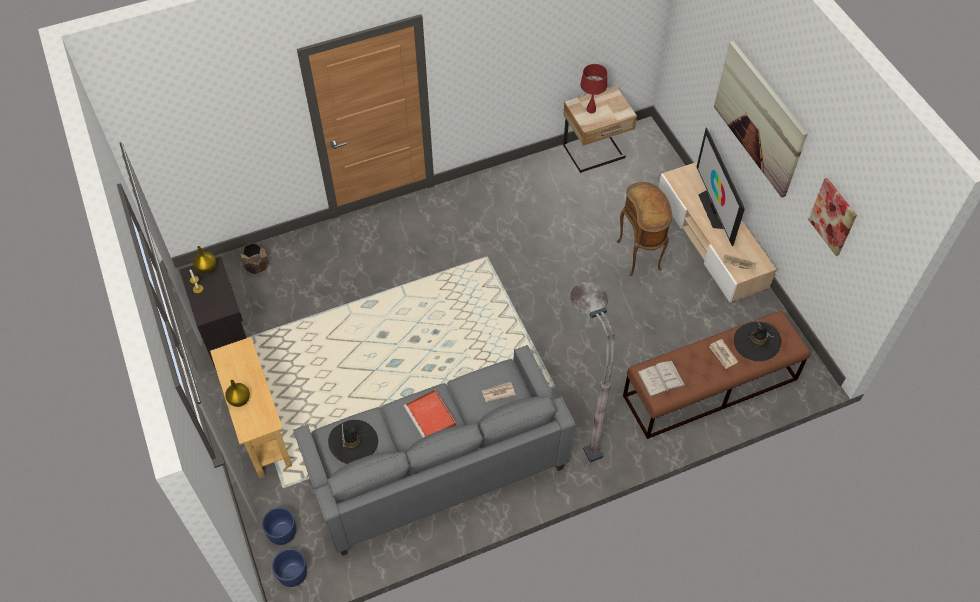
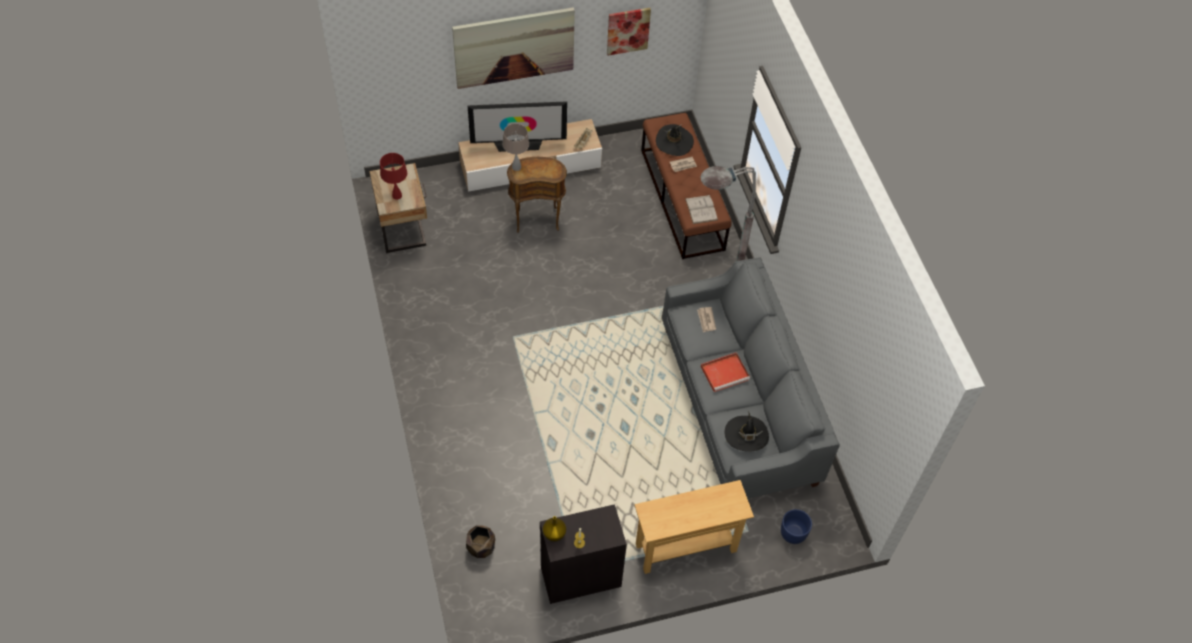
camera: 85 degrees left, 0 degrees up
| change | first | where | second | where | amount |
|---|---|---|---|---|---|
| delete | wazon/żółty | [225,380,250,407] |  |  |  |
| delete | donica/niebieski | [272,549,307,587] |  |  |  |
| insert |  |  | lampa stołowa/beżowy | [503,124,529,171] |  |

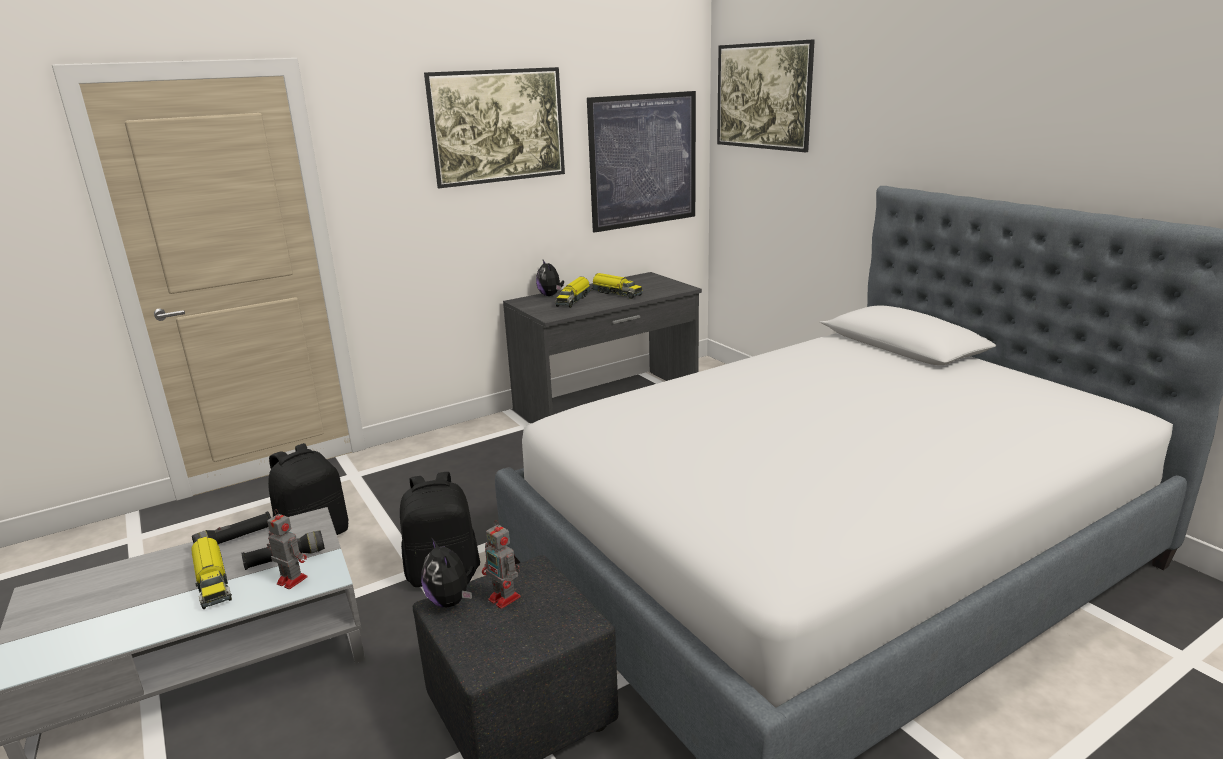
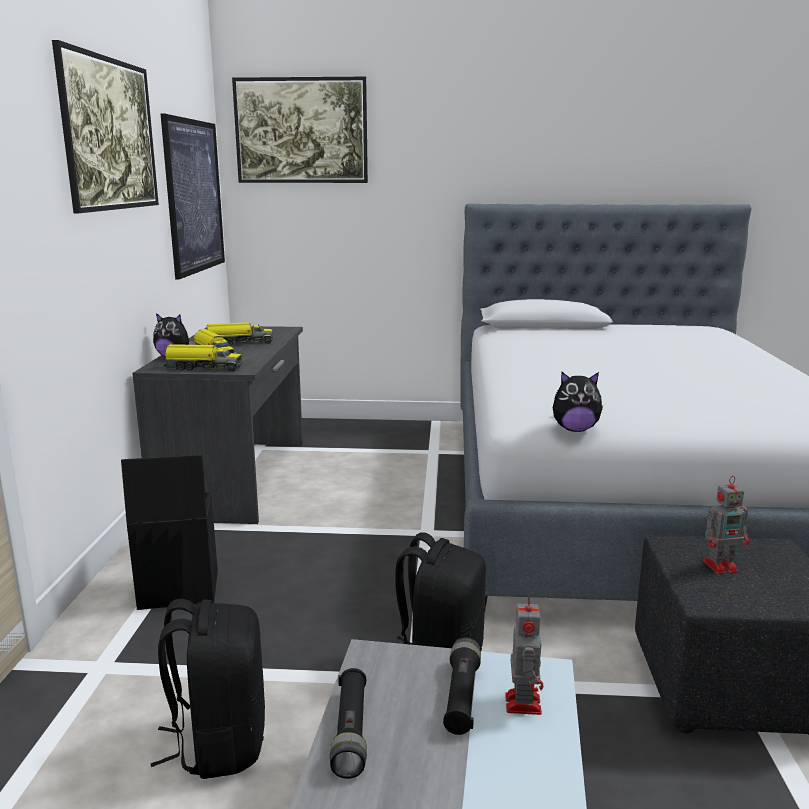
camera: 55 degrees left, 5 degrees down
| change | first | where | second | where | amount |
|---|---|---|---|---|---|
| move | ciężarówka zabawkowa | [191,536,232,609] |  | [163,344,242,371] |  |
| rotate | robot zabawkowy | [267,509,308,589] |  | [505,595,543,715] | 120 degrees clockwise |
| move | pluszak | [421,537,474,607] |  | [553,372,603,432] |  |
| insert |  |  | pojemnik do przechowywania/czarny | [121,454,218,610] |  |

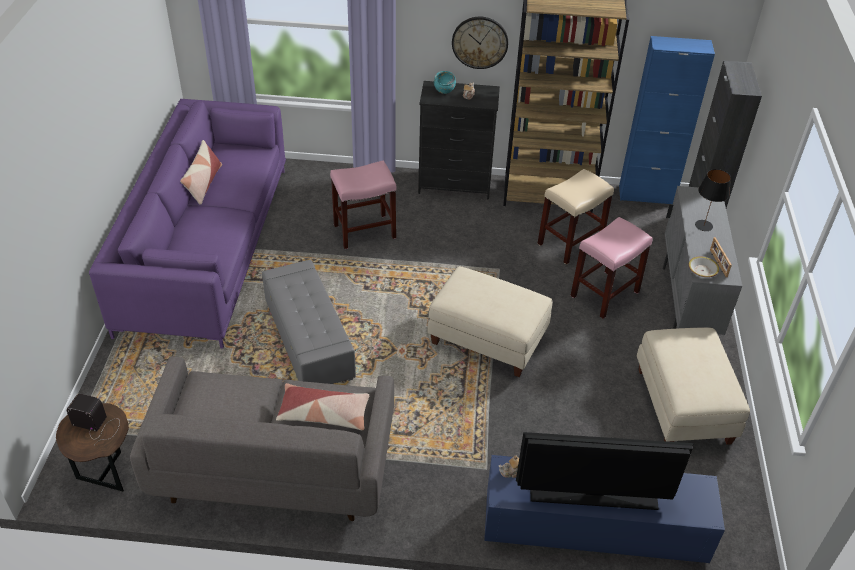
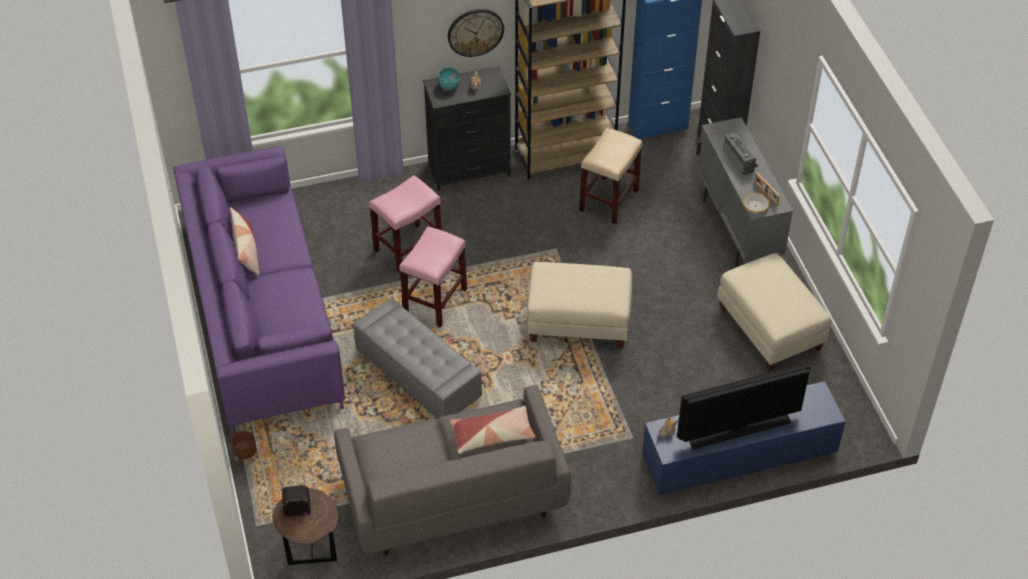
camera: 20 degrees left, 5 degrees up
| change | first | where | second | where | amount |
|---|---|---|---|---|---|
| move | stołek/różowy | [570,217,653,319] |  | [399,226,467,328] |  |
| replace | lampa stołowa/czarny | [695,169,731,231] | radio | [723,132,759,175] |  |
| insert |  |  | donica/brązowy | [231,430,258,467] |  |

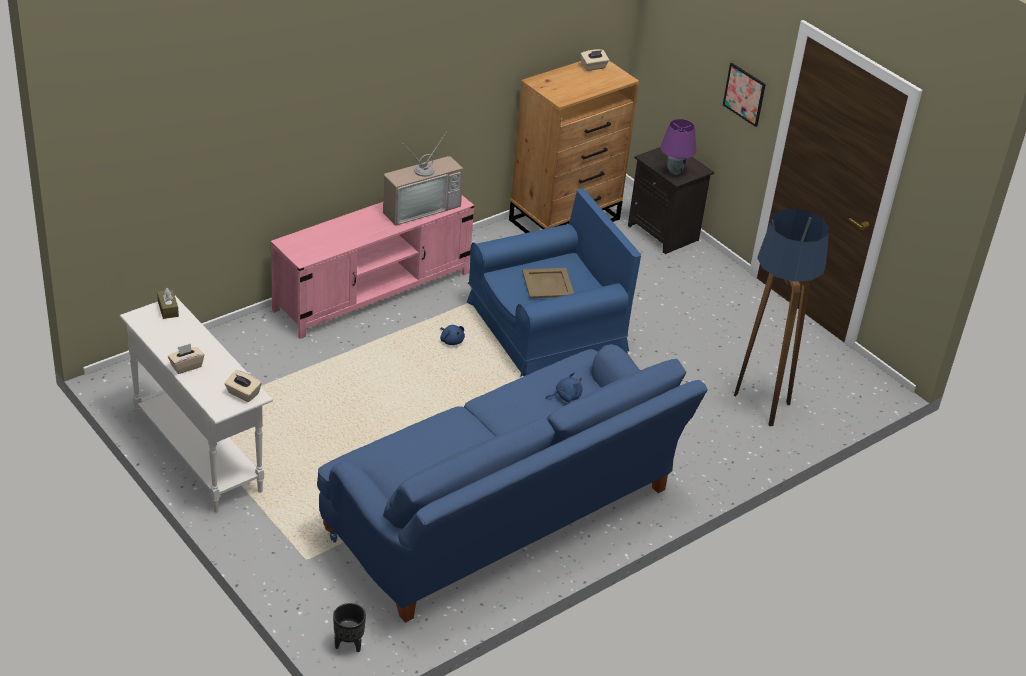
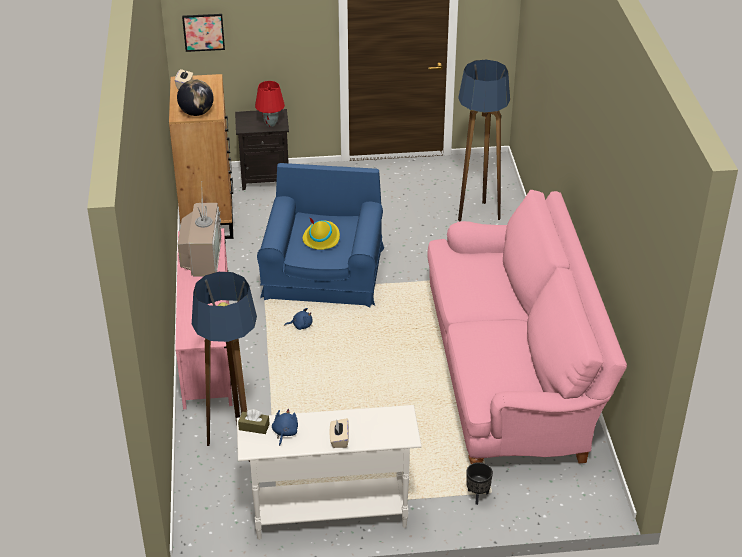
camera: 55 degrees left, 0 degrees up
| change | first | where | second | where | amount |
|---|---|---|---|---|---|
| delete | pudełko chusteczek/beżowy | [225,370,262,402] |  |  |  |
| recolor | kanapa/niebieski | [317,344,708,623] | kanapa/różowy | [427,190,627,464] |  |
| move | donica/czarny | [333,603,366,653] |  | [466,462,493,505] |  |
| replace | taca/beżowy | [522,268,574,298] | kapelusz/żółty | [303,217,340,250] |  |
| move | pluszak/niebieski | [546,372,582,402] |  | [272,409,298,446] |  |
| recolor | lampa stołowa/fioletowy | [660,119,696,175] | lampa stołowa/czerwony | [255,81,285,127] |  |
| move | obraz | [723,63,766,127] |  | [182,14,225,52] |  |
| insert |  |  | globus | [177,79,214,116] |  |
| insert |  |  | lampa stojąca | [192,272,257,462] |  |

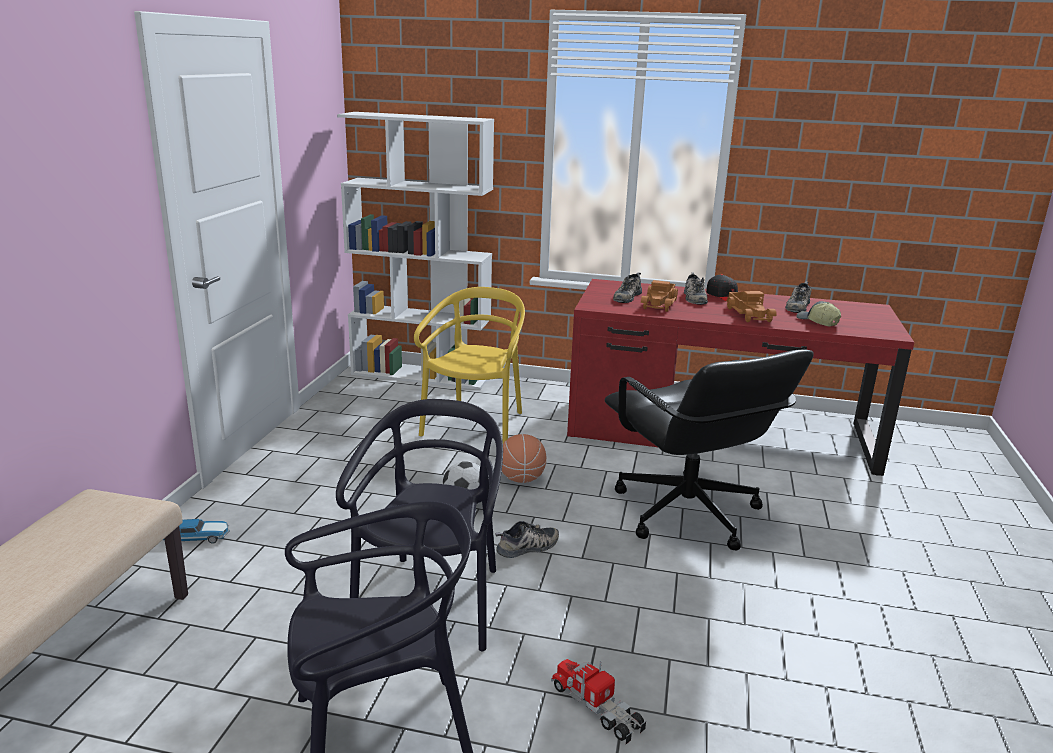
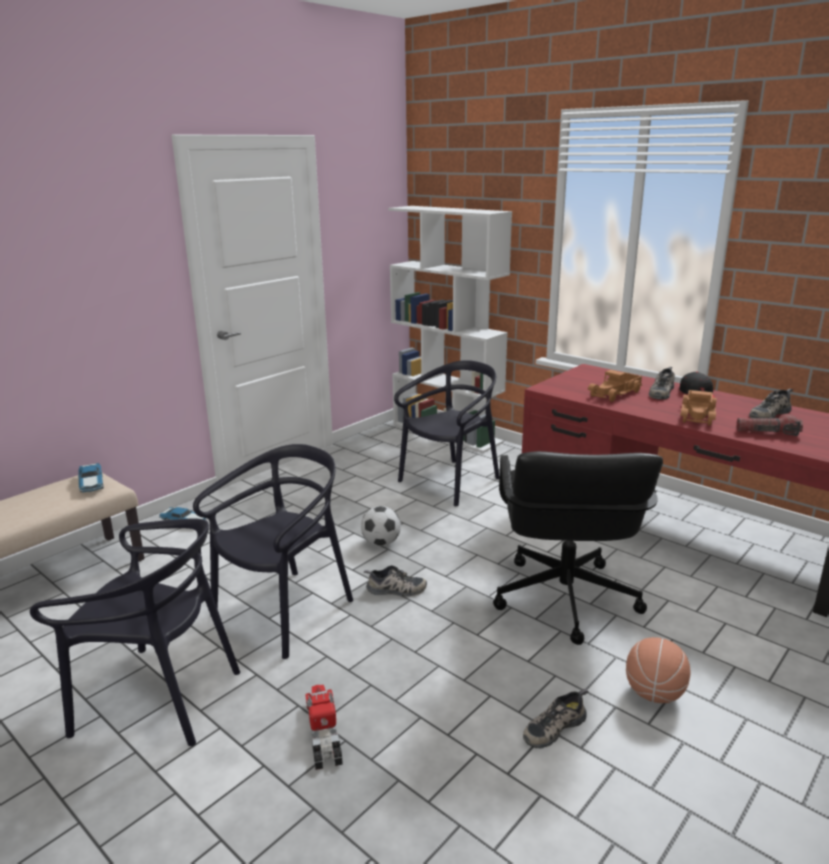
camera: 30 degrees right, 0 degrees up
| change | first | where | second | where | amount |
|---|---|---|---|---|---|
| recolor | krzesło/żółty | [414,287,525,443] | krzesło/czarny | [394,360,500,507] |  |
| move | piłka do koszykówki | [502,434,546,483] |  | [626,637,690,703] |  |
| move | but | [613,272,642,303] |  | [523,689,588,748] |  |
| replace | czapka z daszkiem | [796,301,841,327] | latarka | [736,414,803,436] |  |
| insert |  |  | samochodzik | [78,463,104,492] |  |

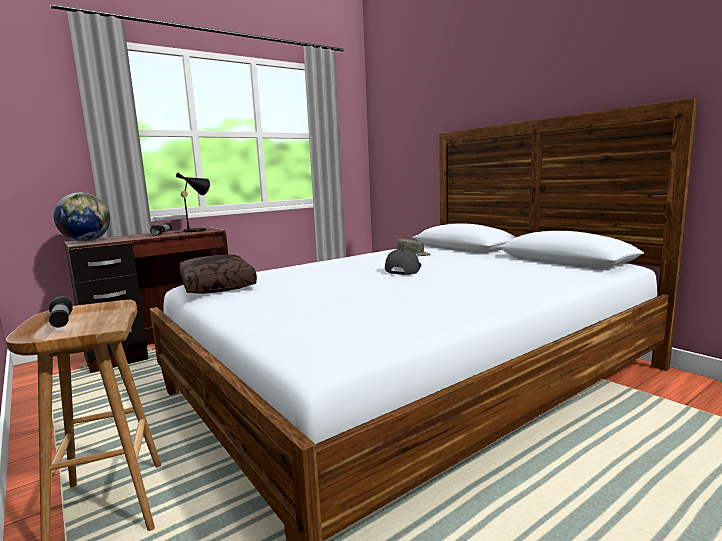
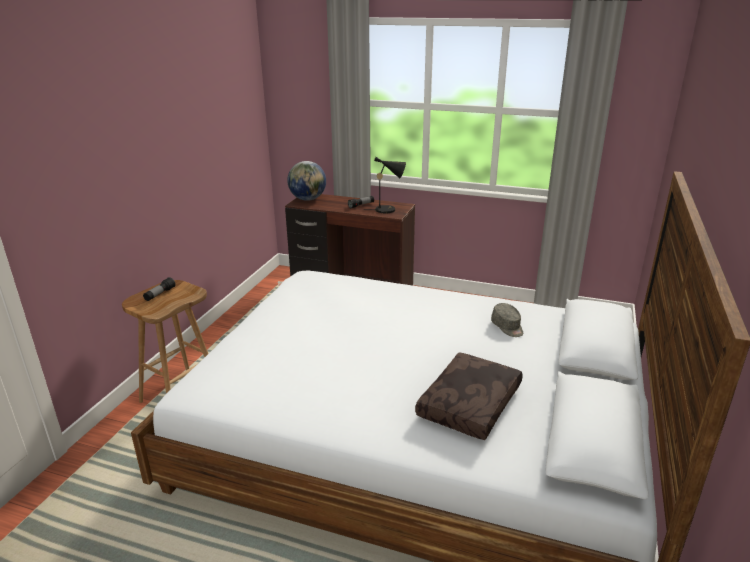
camera: 55 degrees right, 15 degrees up
| change | first | where | second | where | amount |
|---|---|---|---|---|---|
| move | poduszka/brązowy | [179,255,257,294] |  | [415,352,523,440] |  |
| delete | czapka z daszkiem/szary | [385,249,421,275] |  |  |  |

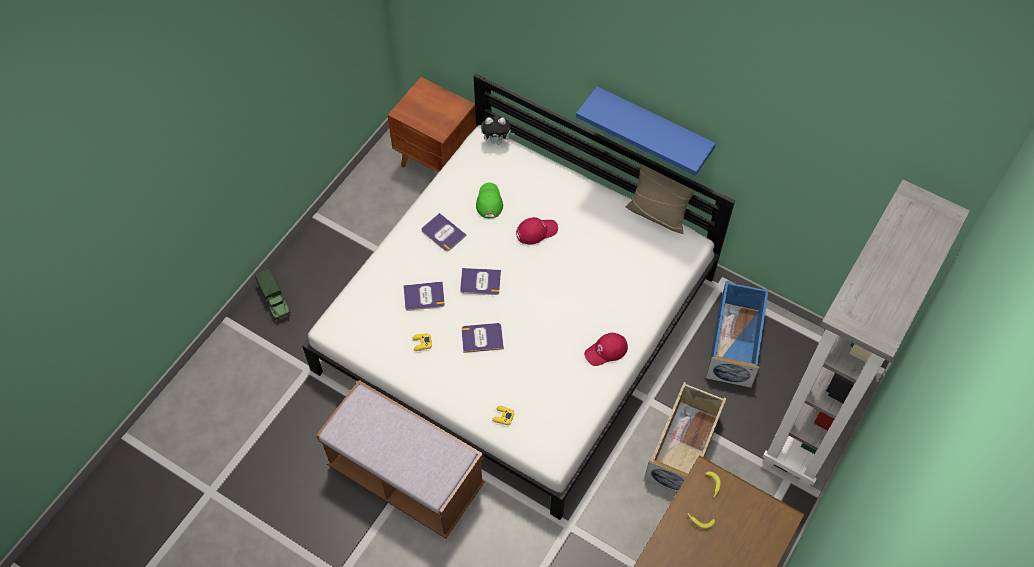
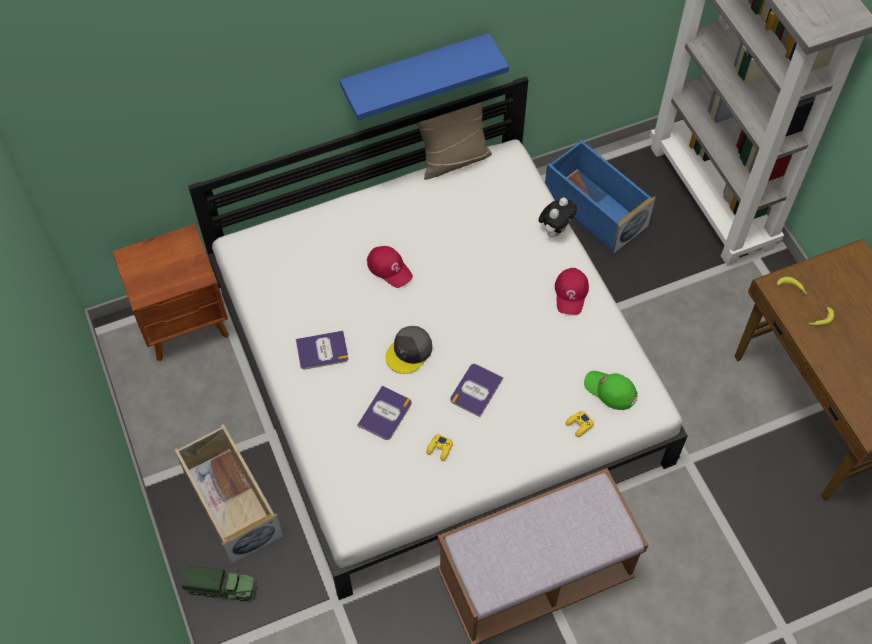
camera: 55 degrees left, 0 degrees up
| change | first | where | second | where | amount |
|---|---|---|---|---|---|
| replace | książka | [460,268,501,295] | czapka z daszkiem/szary | [385,326,432,374] |  |
| move | czapka z daszkiem/zielony | [476,183,503,218] |  | [584,371,638,410] |  |
| move | pluszak | [481,116,515,144] |  | [539,198,577,238] |  |
| rotate | czapka z daszkiem/czerwony | [516,217,558,244] |  | [367,246,413,288] | 120 degrees clockwise |
| move | pojemnik do przechowywania/beżowy | [644,382,726,492] |  | [174,424,284,565] |  |

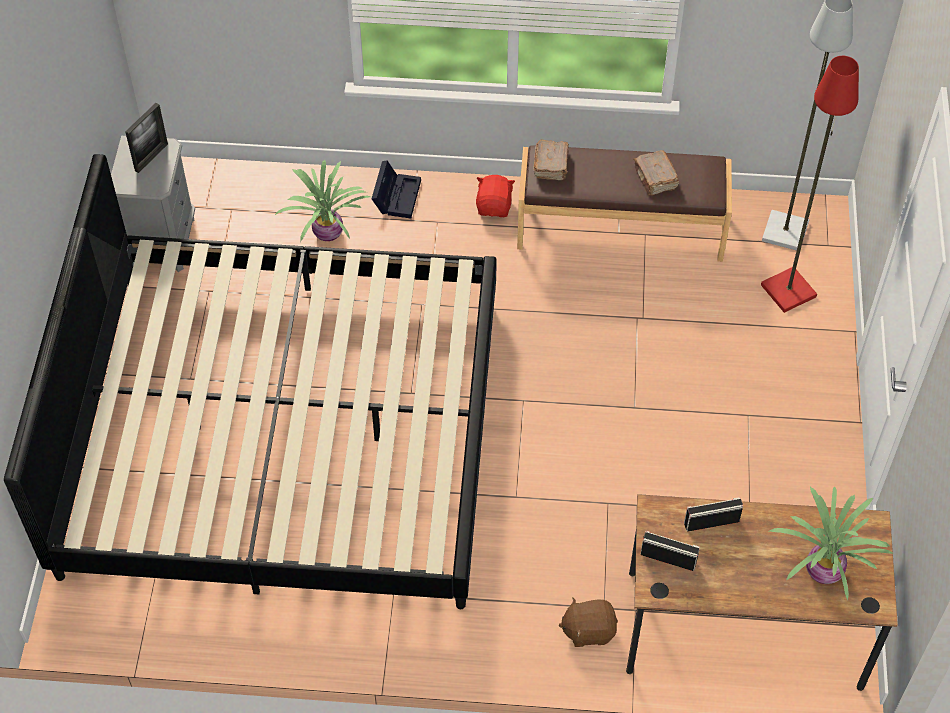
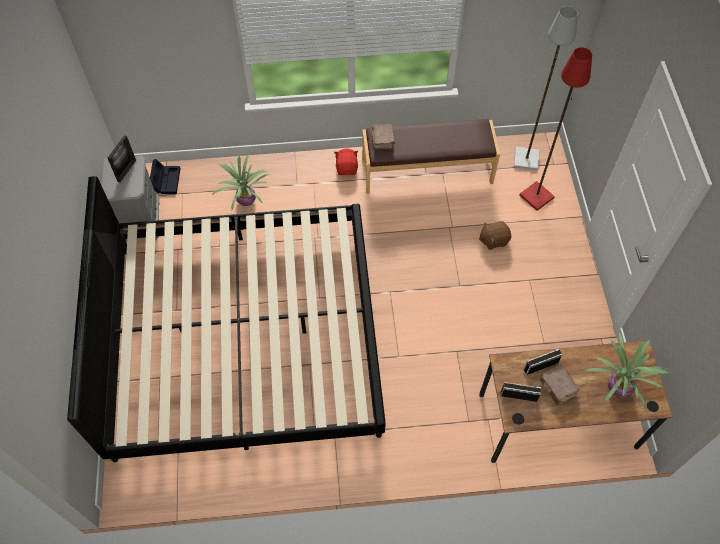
camera: 10 degrees left, 5 degrees up
| change | first | where | second | where | amount |
|---|---|---|---|---|---|
| move | pojemnik do przechowywania/czarny | [371,161,421,219] |  | [150,159,180,194] |  |
| move | pluszak/brązowy | [559,597,618,647] |  | [479,221,511,250] |  |
| move | książka/brązowy | [634,150,679,196] |  | [540,364,579,405] |  |

